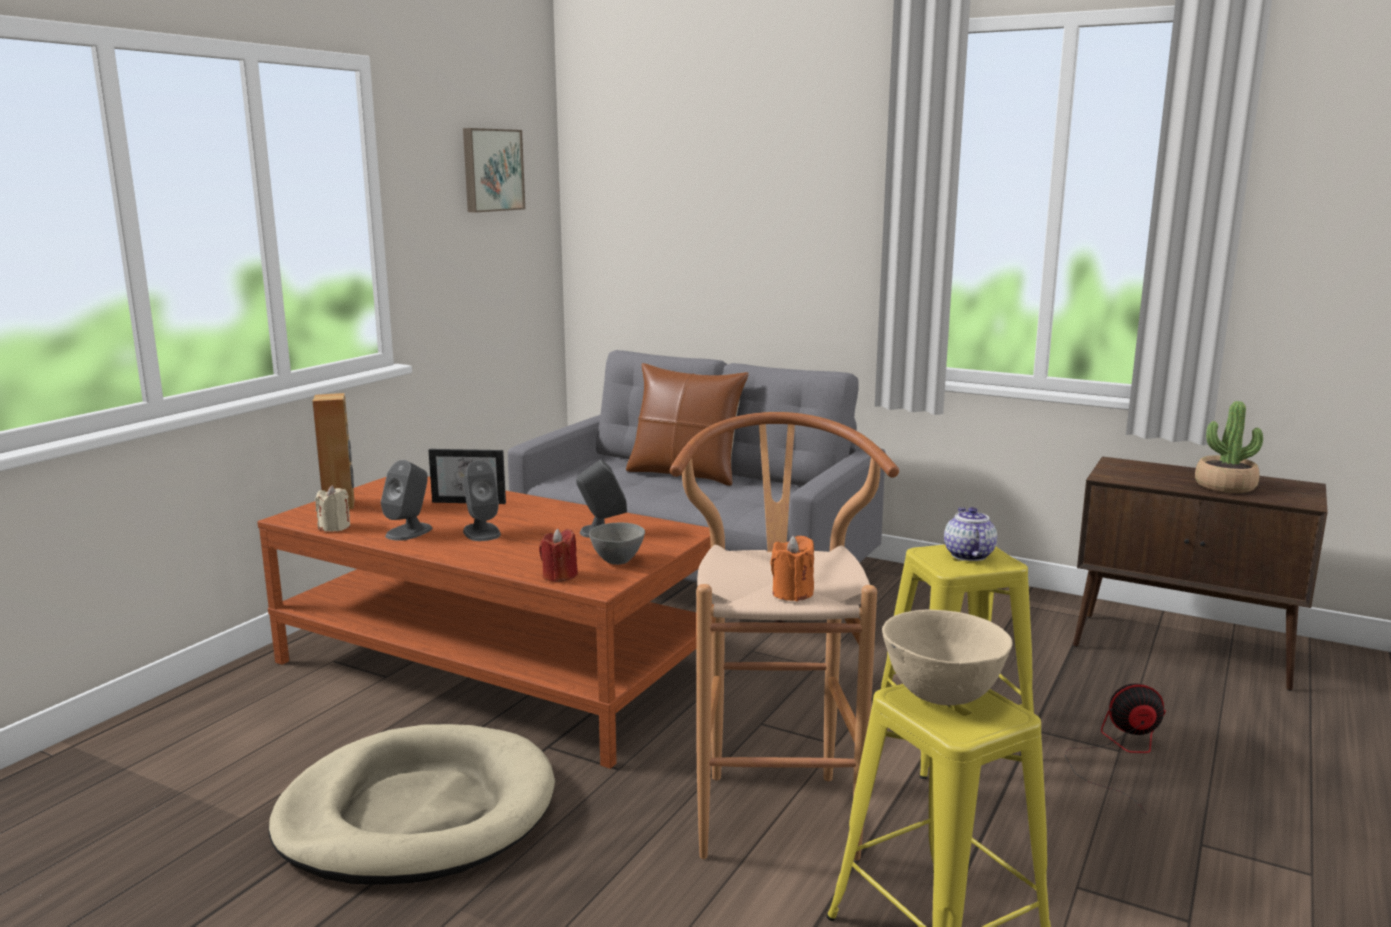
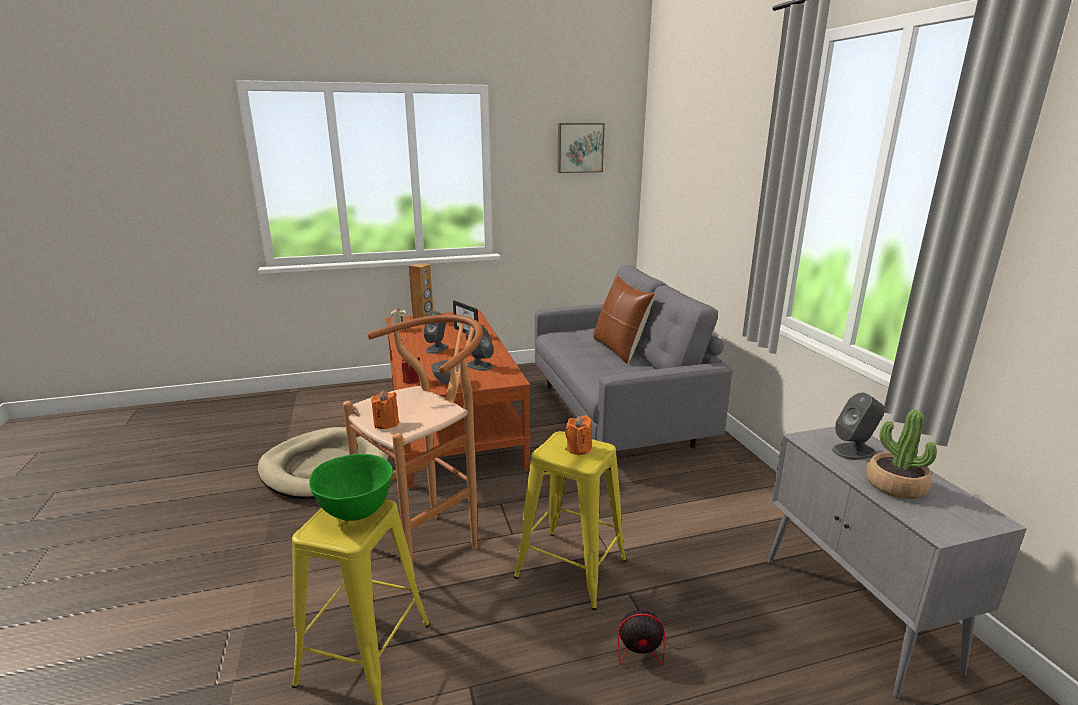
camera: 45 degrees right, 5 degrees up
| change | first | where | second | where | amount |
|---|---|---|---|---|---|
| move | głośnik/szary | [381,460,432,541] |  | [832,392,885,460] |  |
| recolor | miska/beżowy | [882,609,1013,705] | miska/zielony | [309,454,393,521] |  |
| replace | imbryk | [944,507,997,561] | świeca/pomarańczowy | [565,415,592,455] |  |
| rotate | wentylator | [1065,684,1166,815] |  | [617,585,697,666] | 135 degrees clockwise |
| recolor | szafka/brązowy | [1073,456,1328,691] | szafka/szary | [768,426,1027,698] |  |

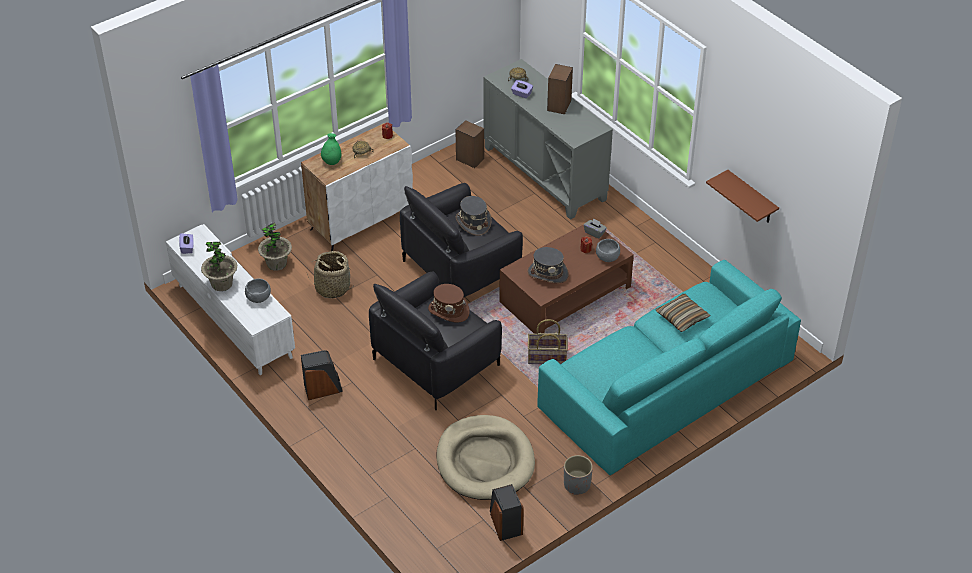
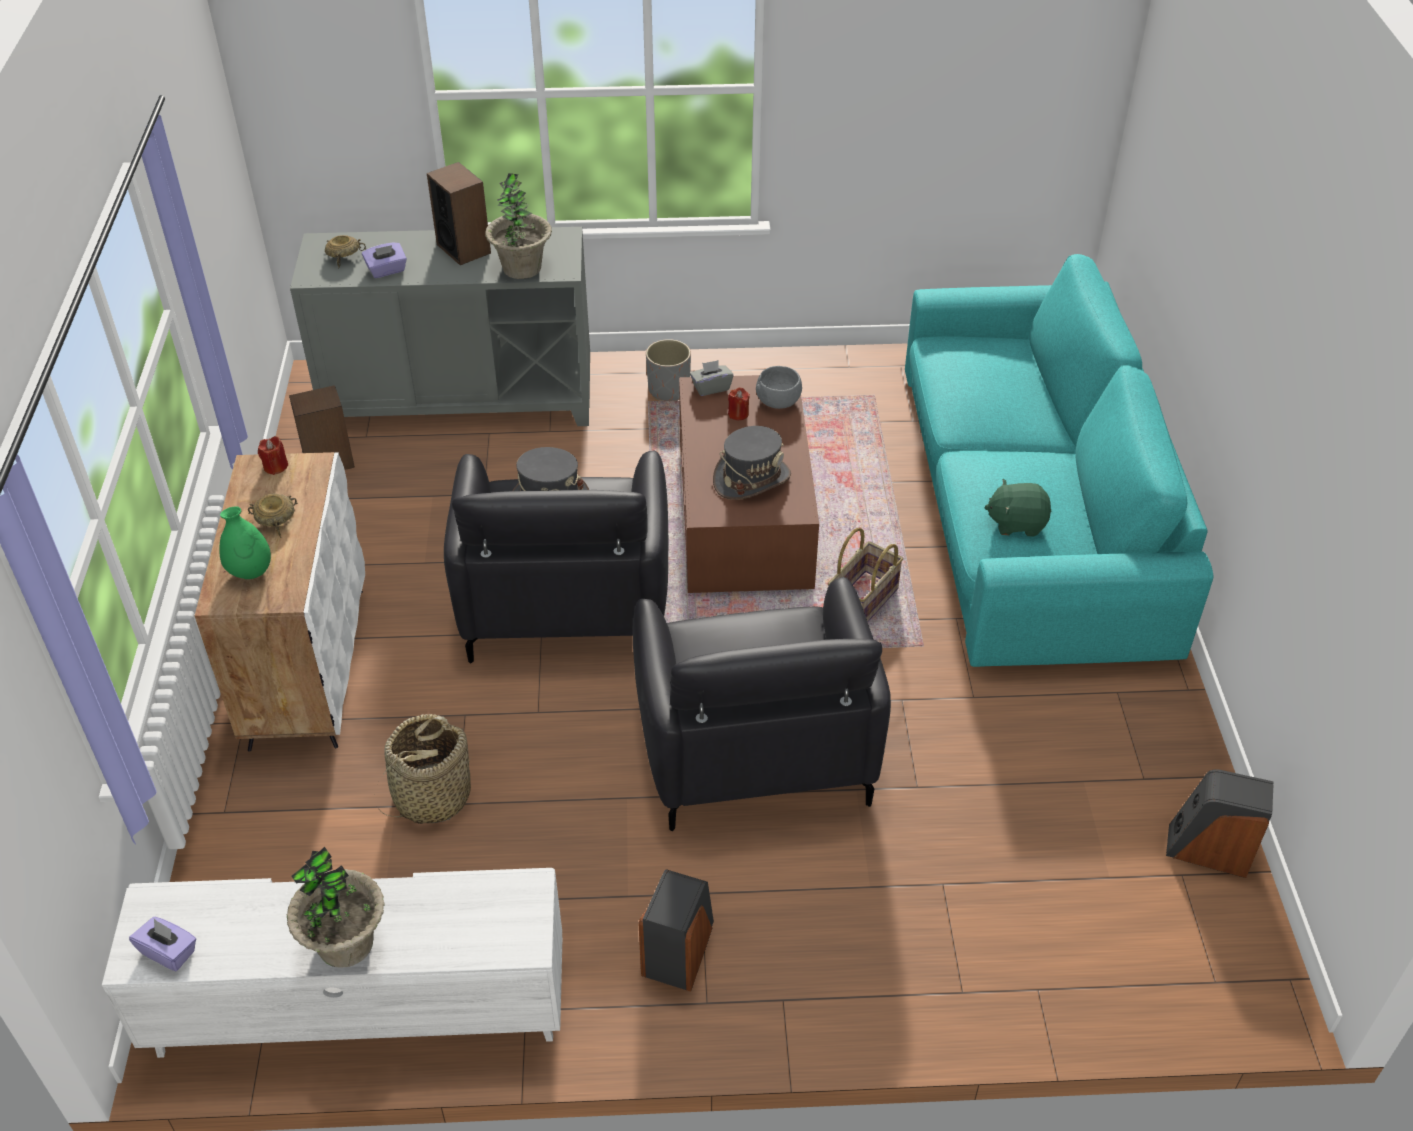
camera: 55 degrees left, 0 degrees up
| change | first | where | second | where | amount |
|---|---|---|---|---|---|
| delete | miska/szary | [245,278,271,303] |  |  |  |
| move | roślina doniczkowa | [258,222,292,271] |  | [485,173,552,279] |  |
| delete | kapelusz/brązowy | [428,284,469,322] |  |  |  |
| delete | legowisko/beżowy | [436,415,535,500] |  |  |  |
| move | donica/szary | [564,455,593,495] |  | [646,339,691,401] |  |
| delete | poduszka | [656,294,711,332] |  |  |  |
| delete | półka/brązowy | [706,170,779,223] |  |  |  |
| insert |  |  | pluszak/zielony | [984,479,1051,537] |  |

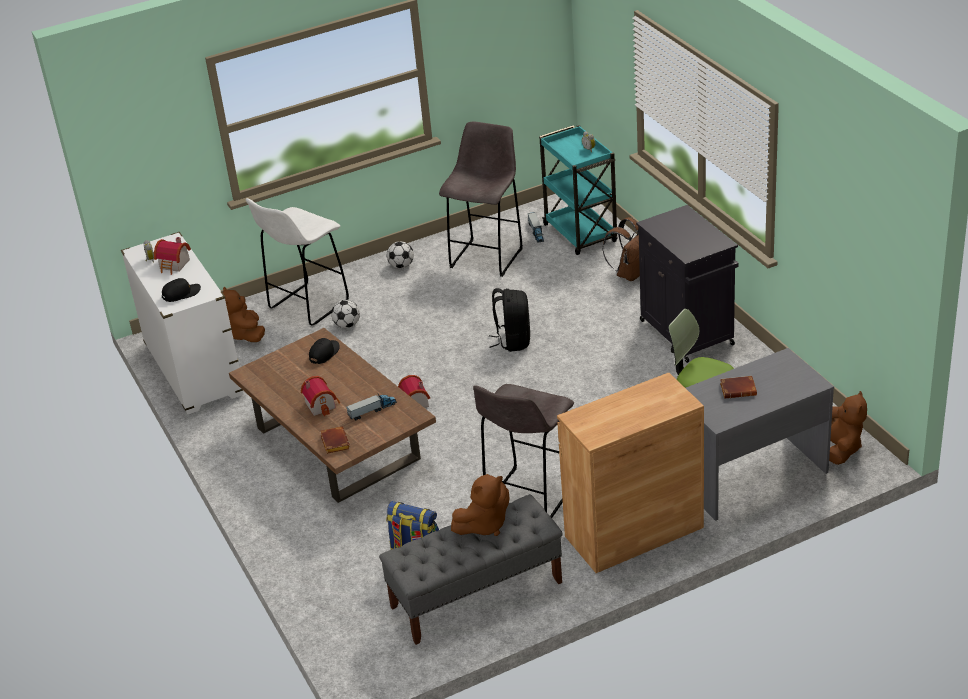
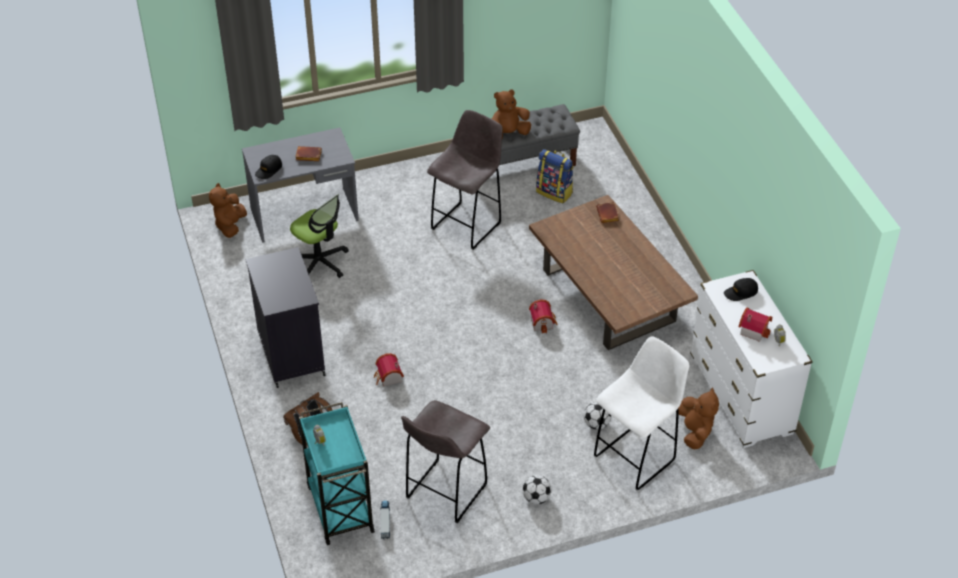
camera: 175 degrees left, 10 degrees up
| change | first | where | second | where | amount |
|---|---|---|---|---|---|
| move | domek | [301,376,340,416] |  | [374,353,404,387] |  |
| move | czapka z daszkiem/czarny | [309,338,340,364] |  | [255,155,282,179] |  |
| delete | ciężarówka zabawkowa | [347,393,397,420] |  |  |  |
| delete | plecak/czarny | [489,288,530,352] |  |  |  |
| delete | szafka/brązowy | [557,373,704,573] |  |  |  |

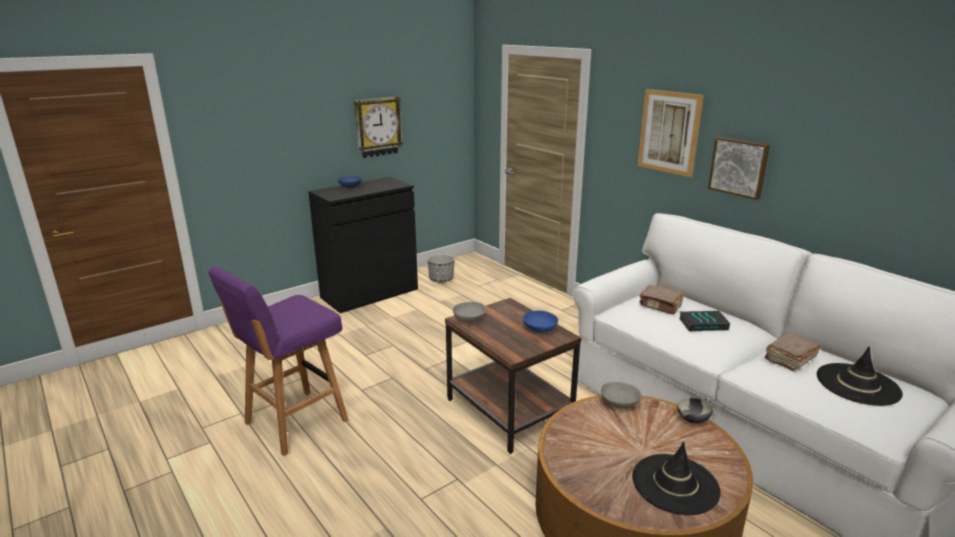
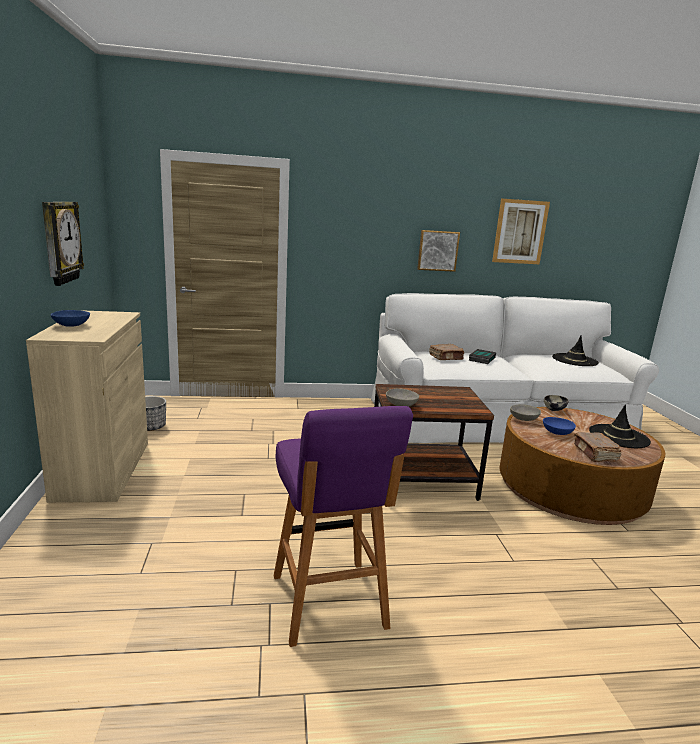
camera: 60 degrees left, 5 degrees down
| change | first | where | second | where | amount |
|---|---|---|---|---|---|
| recolor | szafka/czarny | [308,177,418,313] | szafka/beżowy | [26,310,148,503] |  |
| move | miska/niebieski | [523,310,558,333] |  | [543,417,576,435] |  |
| move | obraz | [638,89,704,177] |  | [492,198,550,264] |  |
| move | książka/brązowy | [765,333,820,371] |  | [574,432,621,462] |  |

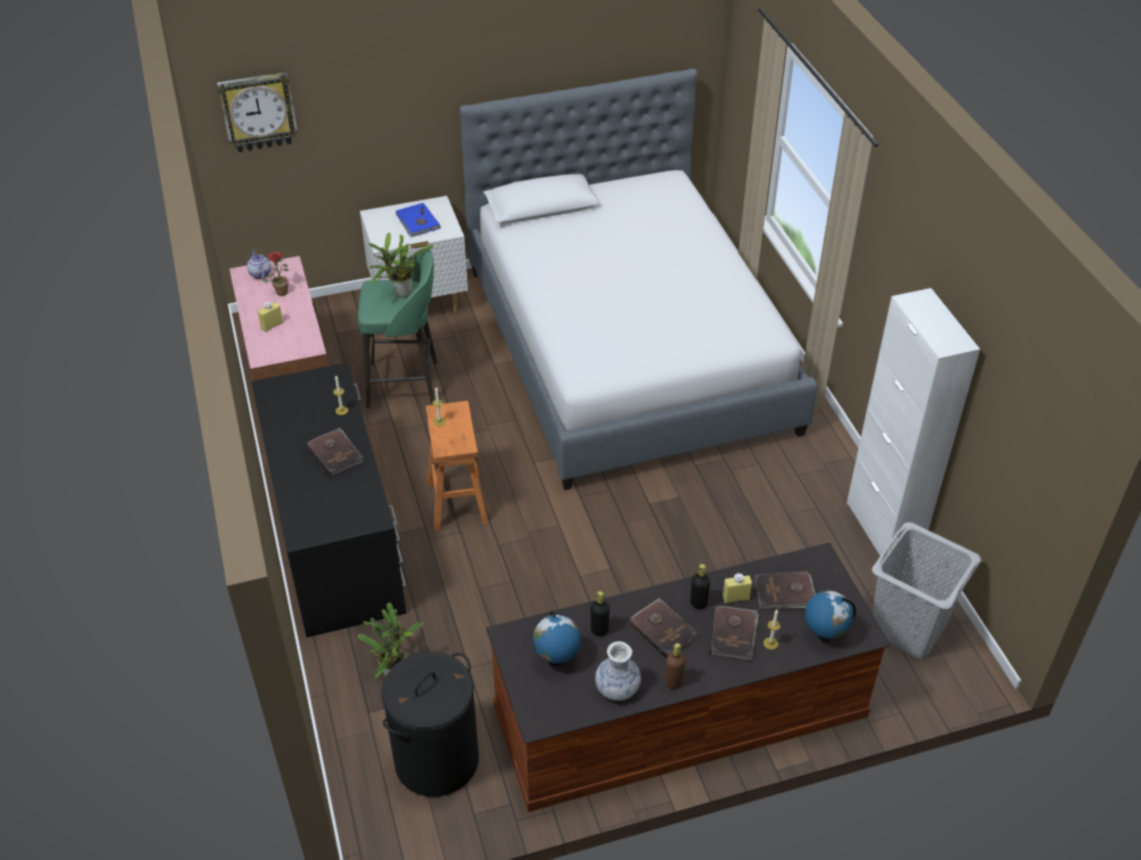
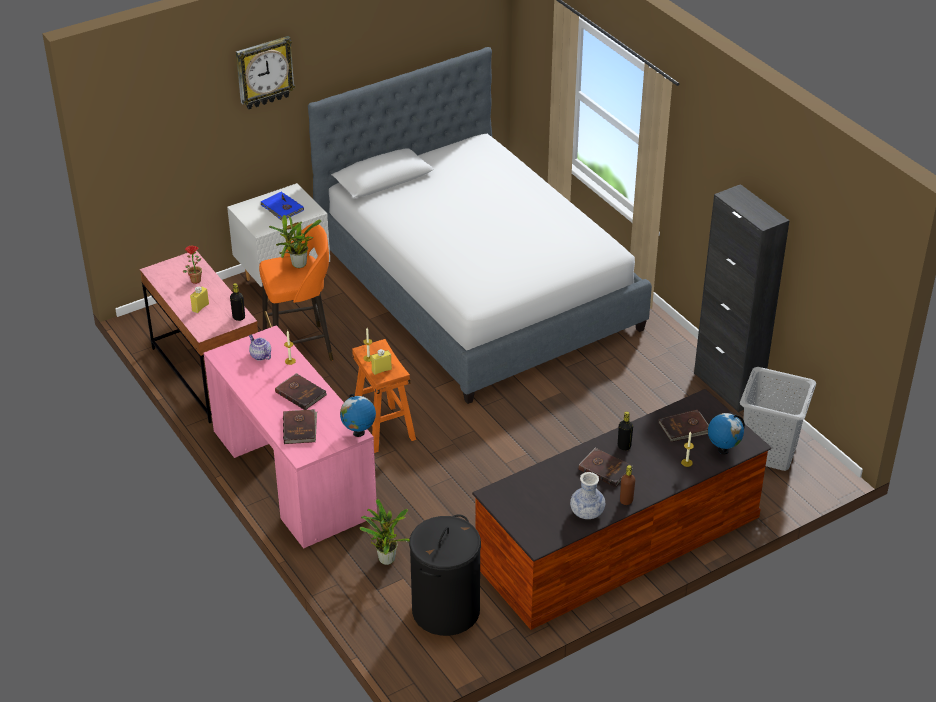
camera: 15 degrees left, 5 degrees down
| change | first | where | second | where | amount |
|---|---|---|---|---|---|
| move | zegar ścienny | [217,72,298,152] |  | [236,36,295,109] |  |
| move | imbryk | [247,250,271,279] |  | [249,335,271,361] |  |
| recolor | biurko/czarny | [252,363,406,637] | biurko/różowy | [204,325,377,549] |  |
| recolor | stołek/zielony | [358,249,438,409] | stołek/pomarańczowy | [259,223,333,361] |  |
| move | globus | [533,611,581,666] |  | [340,394,376,437] |  |
| move | butelka/czarny | [591,591,610,636] |  | [230,283,245,321] |  |
| move | książka/brązowy | [710,606,759,661] |  | [283,409,317,444] |  |
| move | butelka/żółty | [723,573,752,604] |  | [371,349,392,375] |  |
| recolor | szafka/biały | [847,288,980,556] | szafka/czarny | [694,184,790,412] |  |

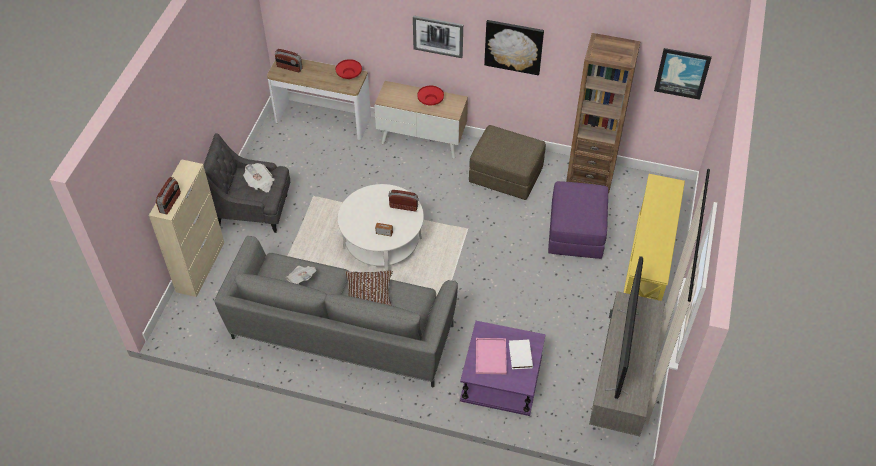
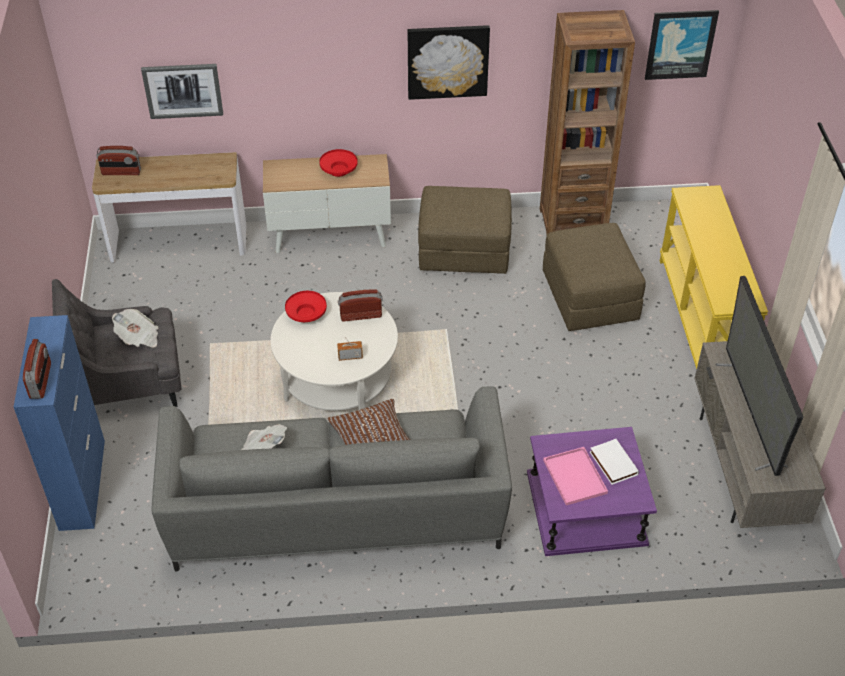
camera: 20 degrees left, 5 degrees down
| change | first | where | second | where | amount |
|---|---|---|---|---|---|
| recolor | szafka/beżowy | [149,159,224,297] | szafka/niebieski | [14,315,105,531] |  |
| move | miska/czerwony | [336,59,362,79] |  | [285,291,327,322] |  |
| move | obraz | [413,16,463,58] |  | [141,64,223,119] |  |
| recolor | pufa/fioletowy | [548,181,608,259] | pufa/brązowy | [543,223,646,331] |  |

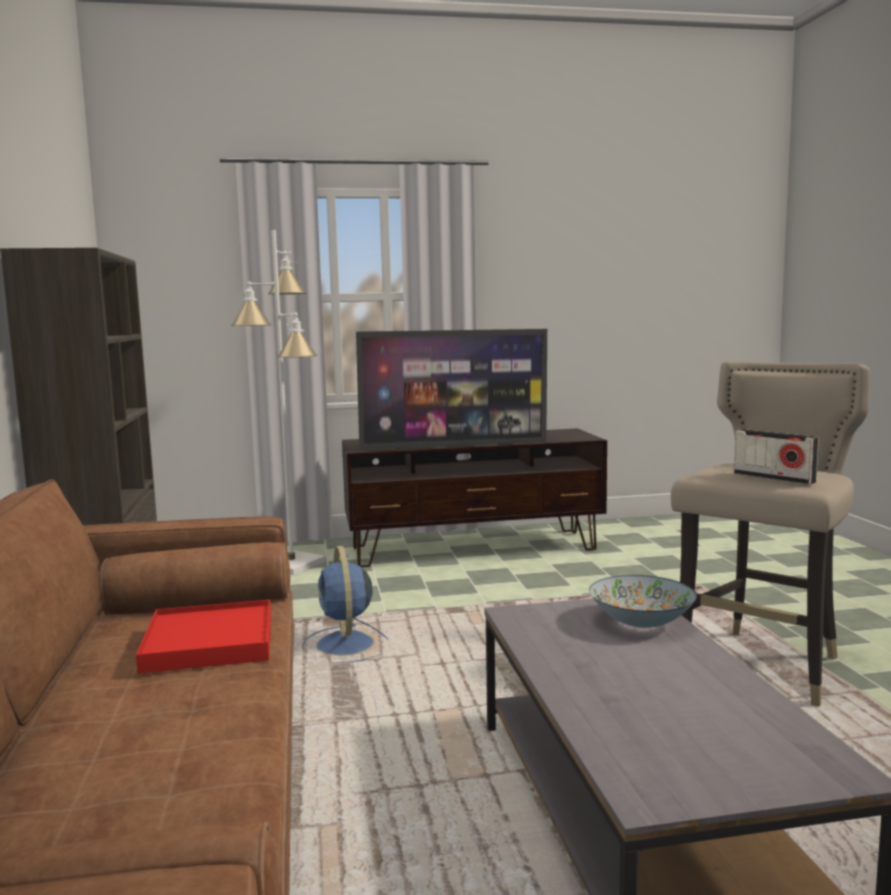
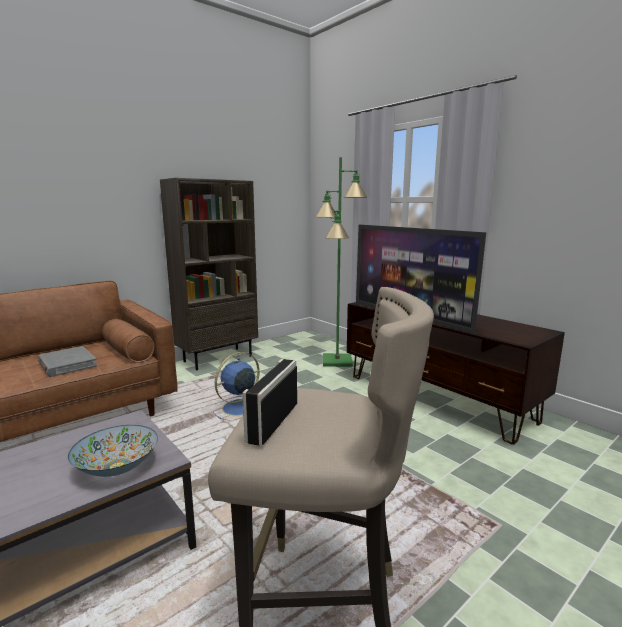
camera: 60 degrees right, 5 degrees up
| change | first | where | second | where | amount |
|---|---|---|---|---|---|
| replace | taca/czerwony | [136,600,271,674] | książka/szary | [38,346,97,377] |  |
| recolor | lampa stojąca/biały | [231,230,326,575] | lampa stojąca/zielony | [315,157,367,367] |  |

